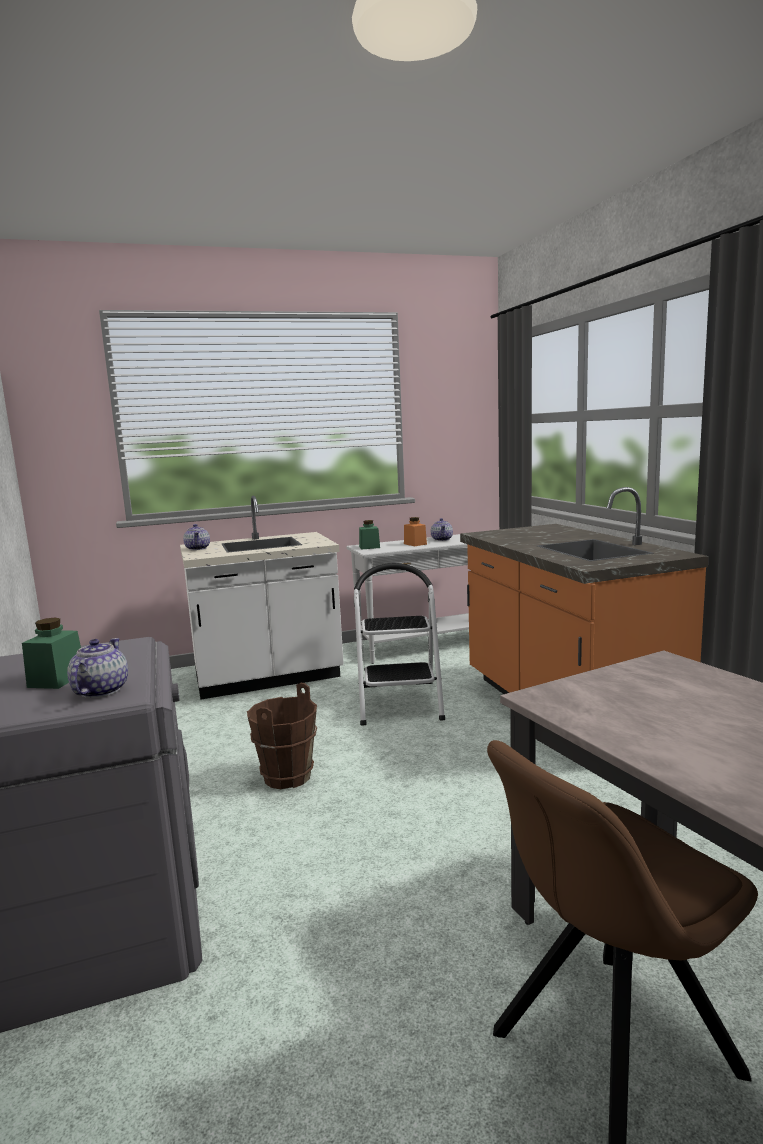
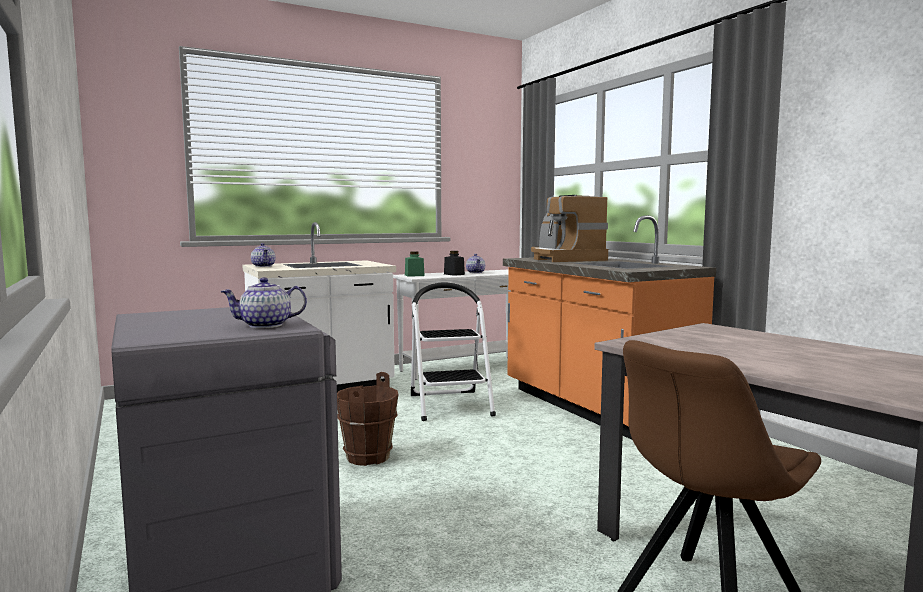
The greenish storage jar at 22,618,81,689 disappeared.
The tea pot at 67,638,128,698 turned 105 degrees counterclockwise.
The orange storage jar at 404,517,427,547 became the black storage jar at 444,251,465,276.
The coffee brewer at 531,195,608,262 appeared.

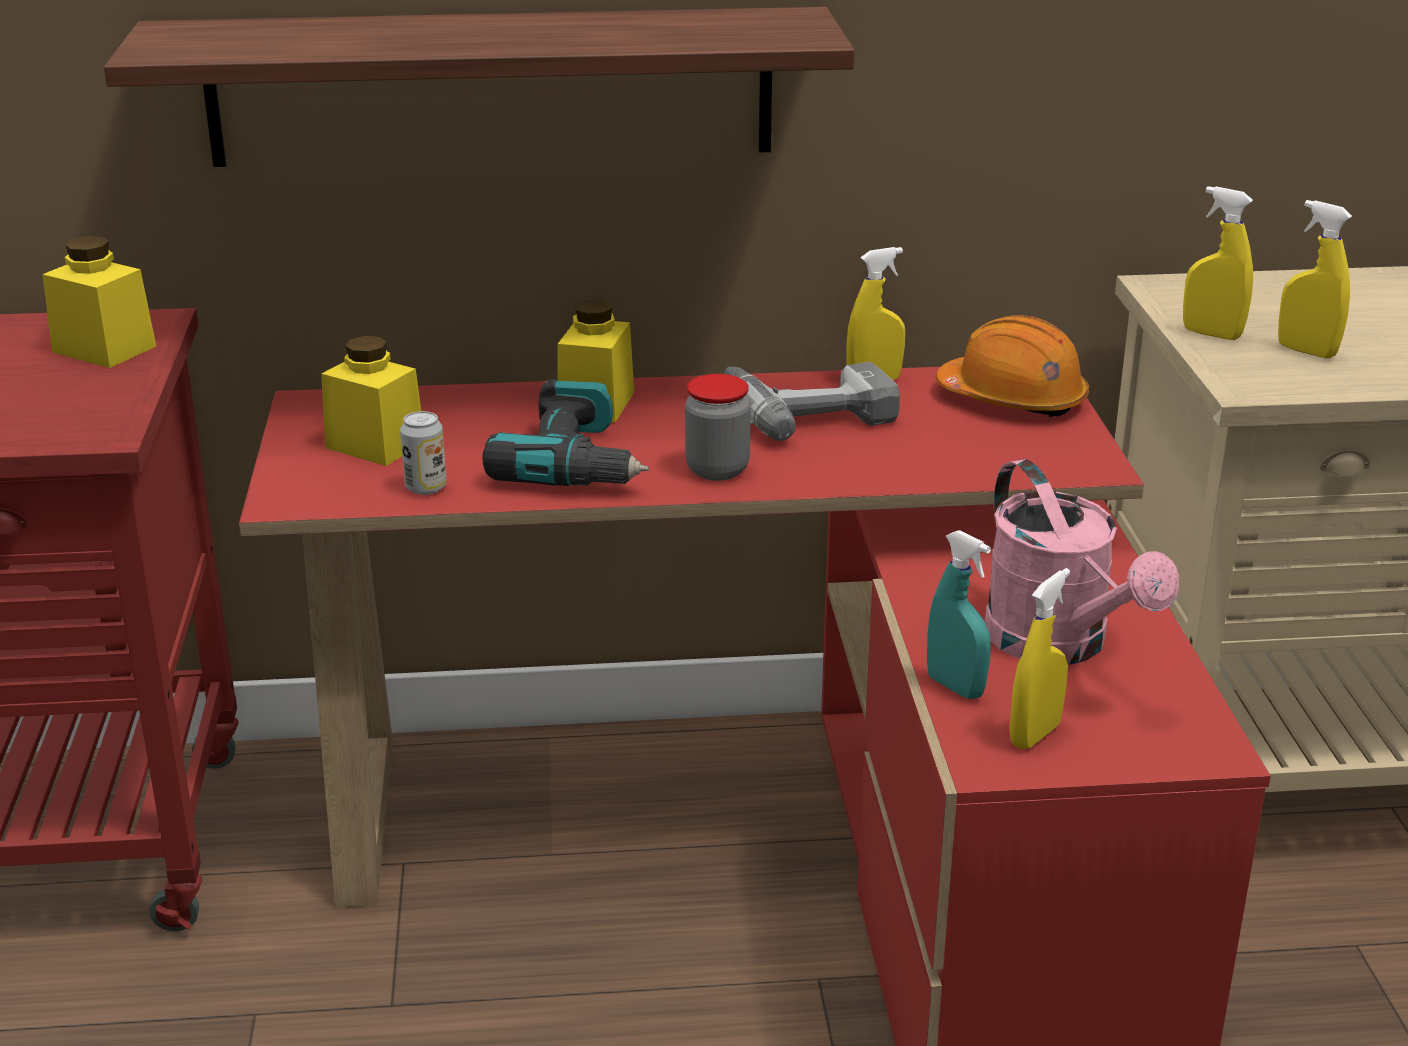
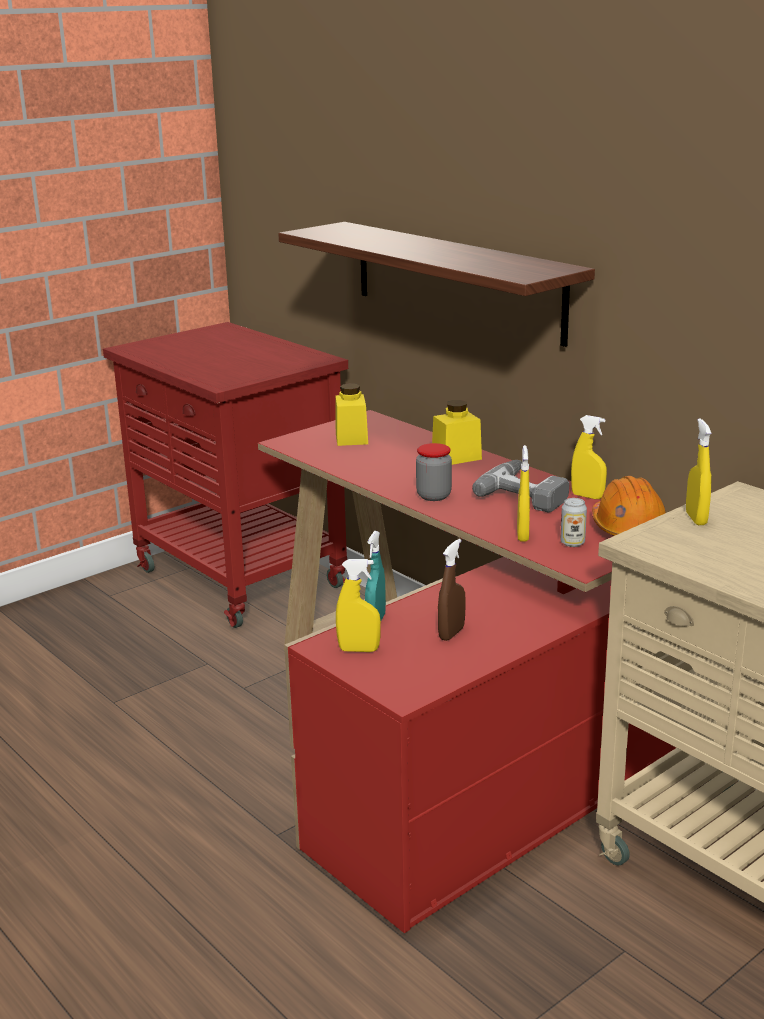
The yellow storage jar at 42,236,156,368 disappeared.
The sealed can moved from 400,411,446,495 to 561,498,587,547.
The power drill at 482,379,649,486 disappeared.
The pink-coloured watering can at 984,459,1179,665 was replaced by the brown-coloured sprayer at 438,539,466,641.
The yellow sprayer moved from 1278,200,1352,359 to 517,445,530,541.

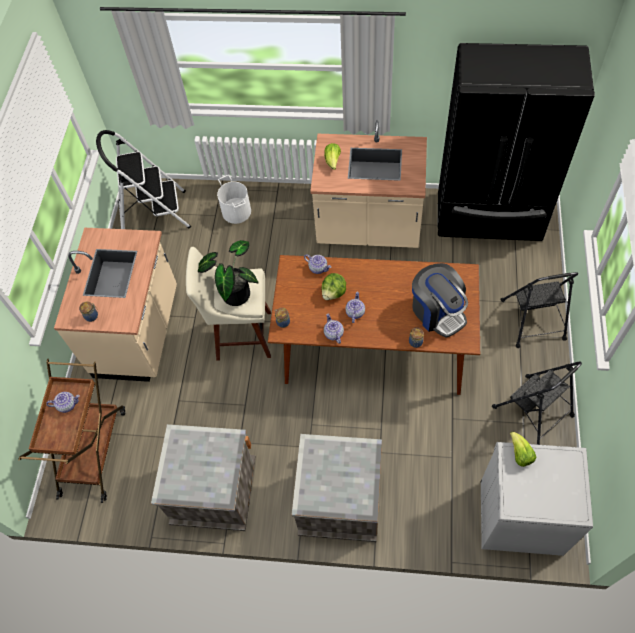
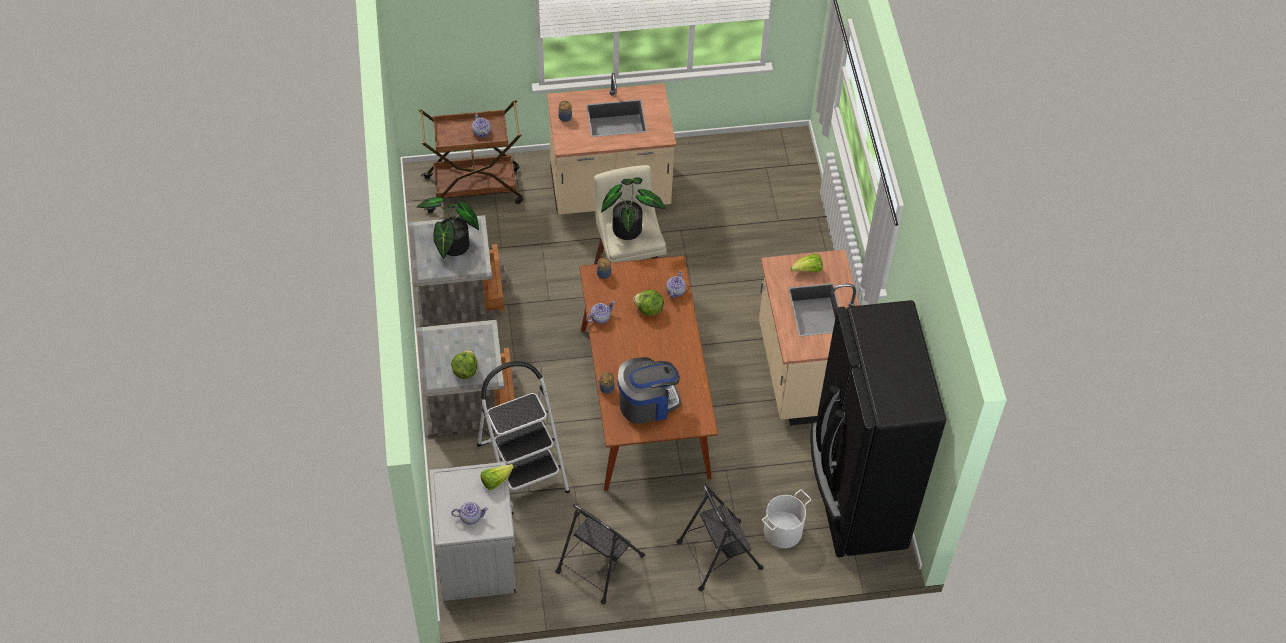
The step ladder moved from 96,130,191,229 to 477,361,570,515.
The white-coloured bucket moved from 217,175,251,224 to 762,490,811,548.
The tea pot moved from 345,292,365,323 to 451,502,489,525.
The coffee brewer at 412,263,468,338 turned 150 degrees counterclockwise.
The potted plant at 417,197,479,259 appeared.
The lettuce at 451,350,478,379 appeared.

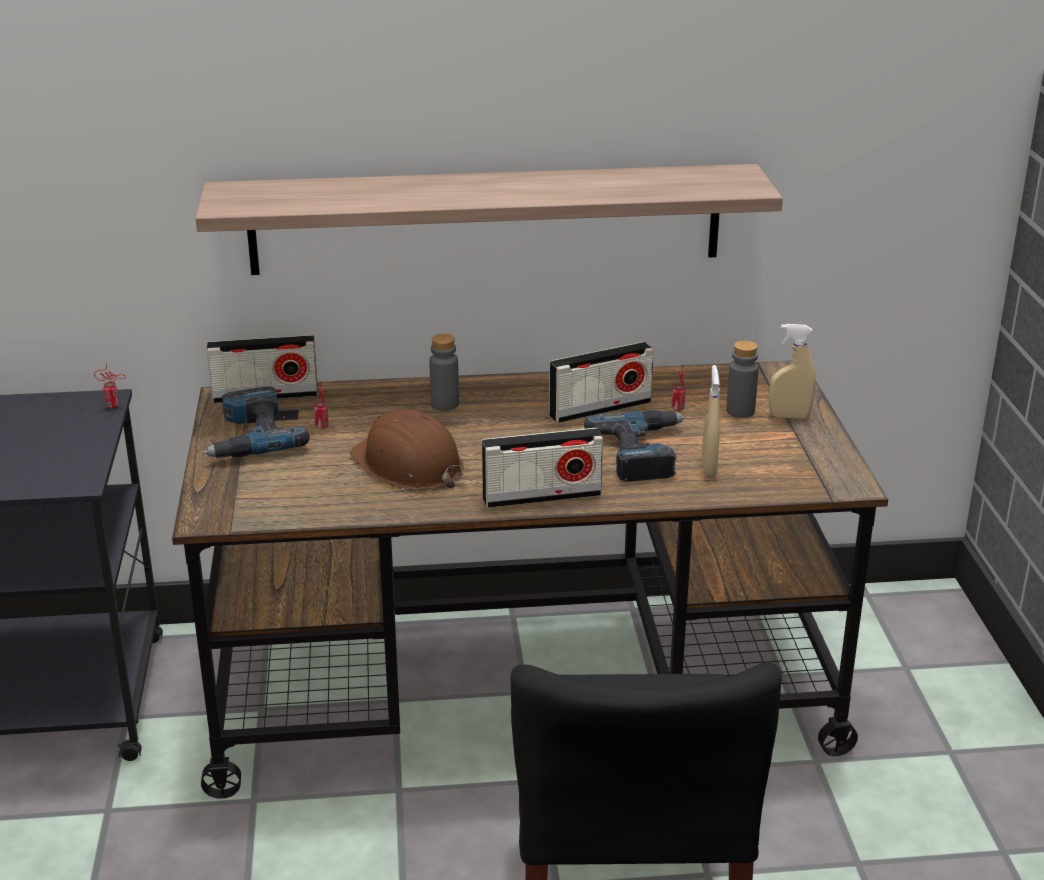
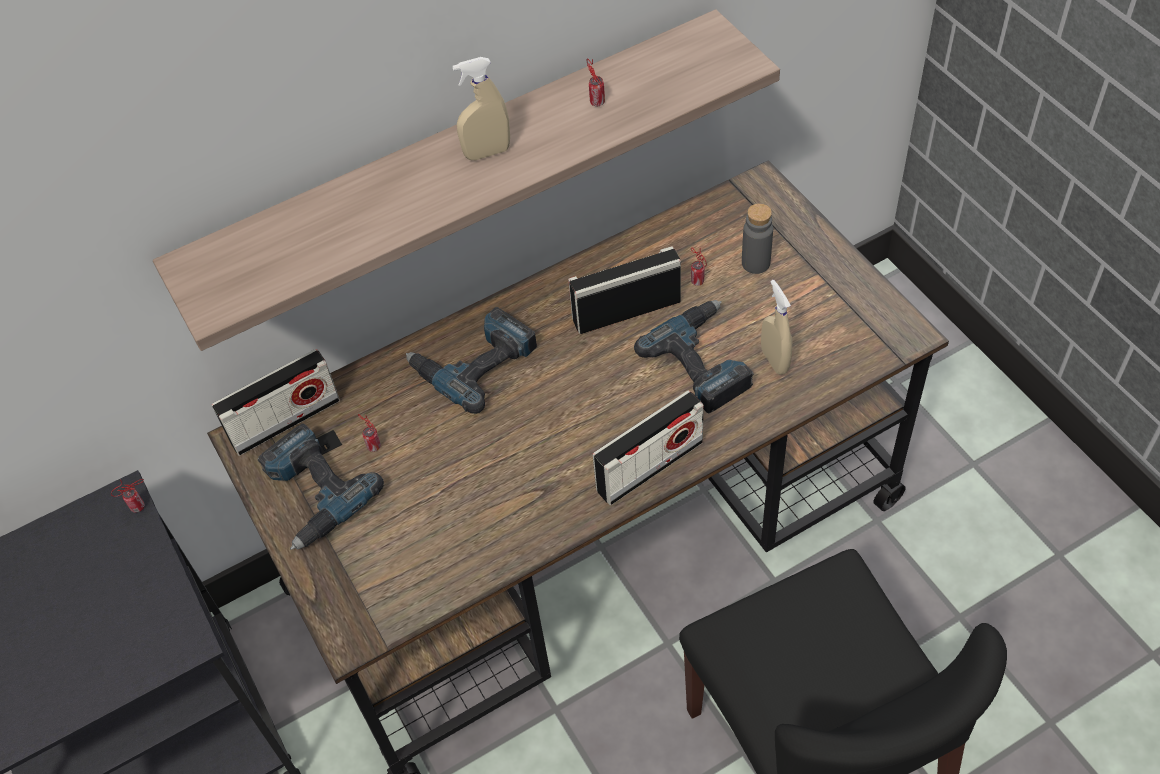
The brown-coloured hard hat at 350,410,464,490 disappeared.
The gray bottle at 429,334,459,411 was replaced by the power drill at 406,307,537,414.
The radio set at 549,342,654,423 turned 150 degrees counterclockwise.
The sand-coloured sprayer moved from 769,324,816,418 to 452,57,510,160.
The sealed can at 587,59,605,106 appeared.

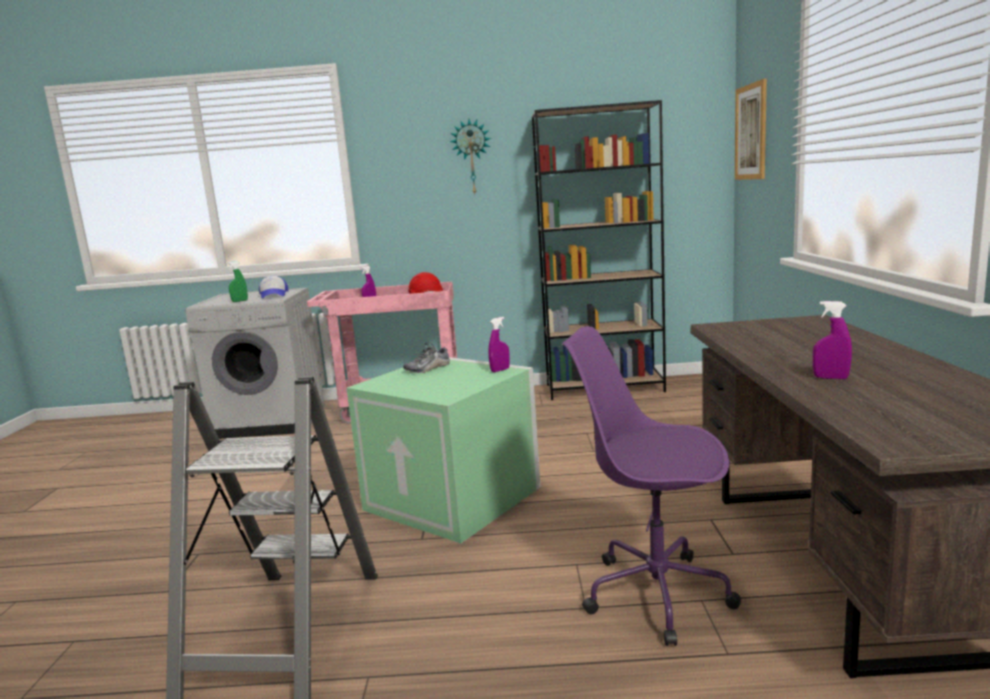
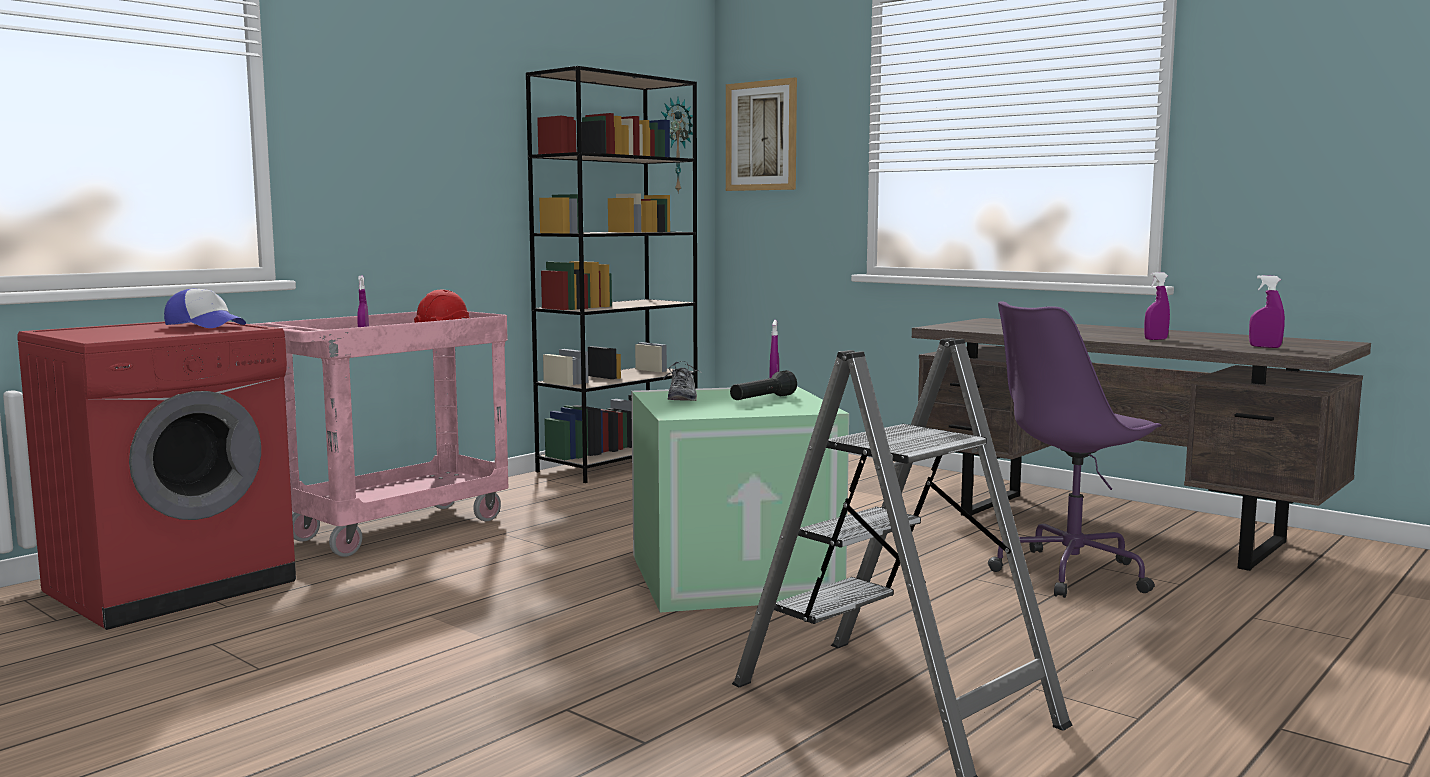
The white-coloured laundry machine at 185,288,325,439 became the red-coloured laundry machine at 17,321,296,630.
The greenish sprayer at 227,261,248,302 disappeared.
The wall clock moved from 450,119,491,194 to 661,97,693,194.
The black torch at 730,370,797,400 appeared.
The purple-coloured sprayer at 1249,275,1285,348 appeared.

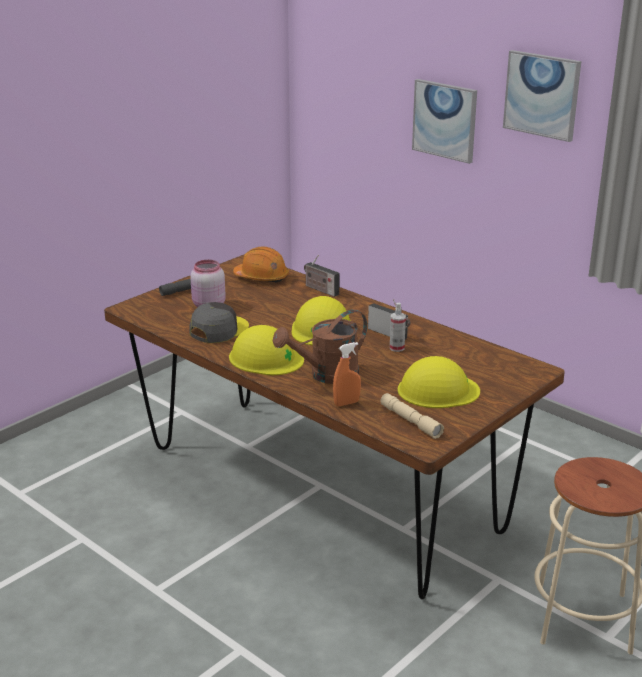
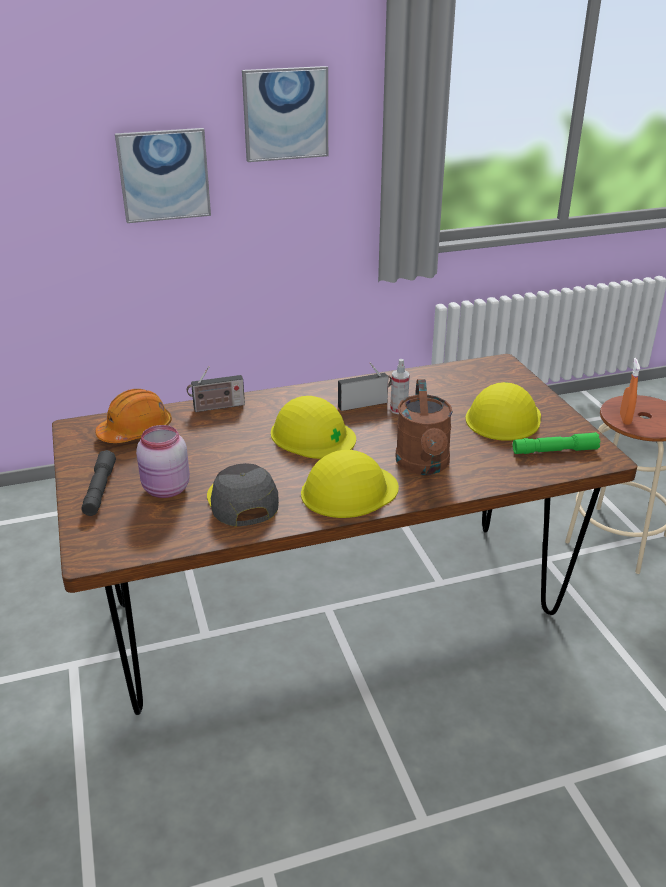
The orange sprayer moved from 333,342,361,406 to 620,358,640,425.
The sand-coloured torch at 380,393,444,439 became the greenish torch at 513,432,600,454.

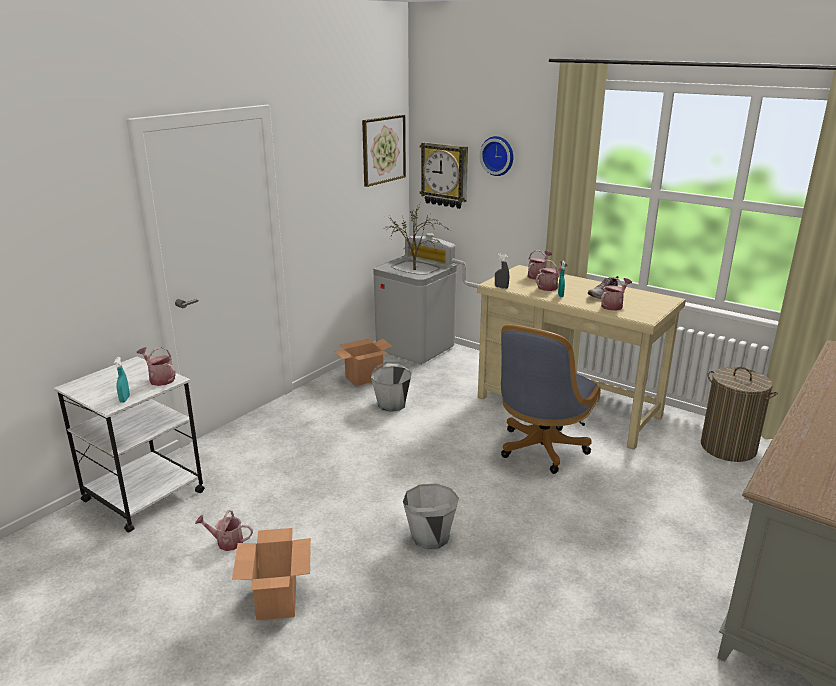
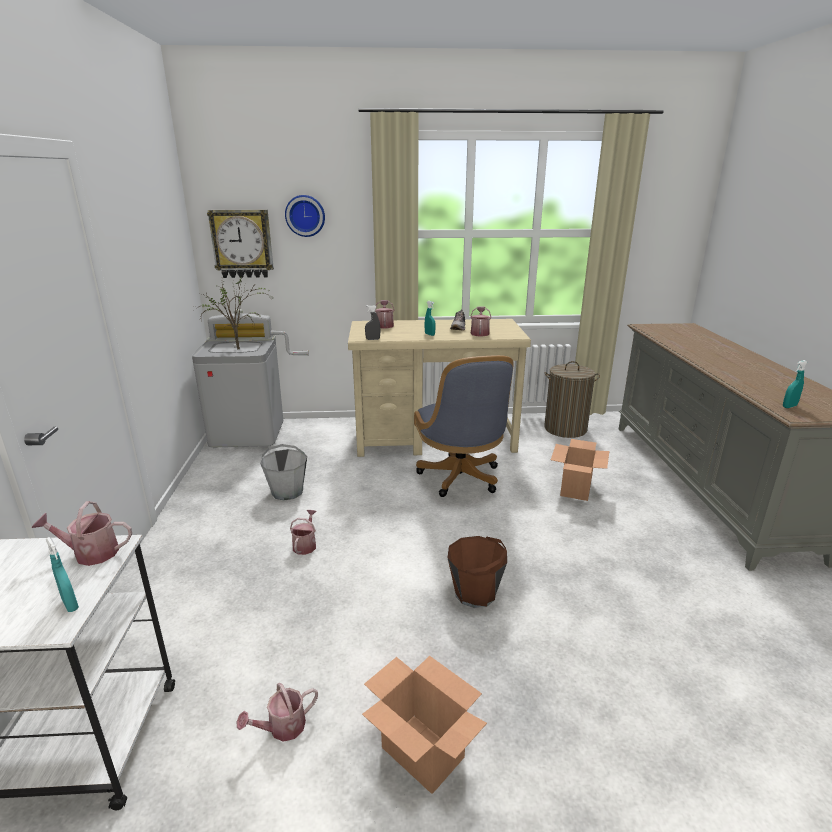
The packing box moved from 334,339,392,386 to 551,439,609,501.
The wall art at 362,115,406,187 disappeared.
The gray bucket at 403,484,459,549 became the brown-coloured bucket at 447,536,507,608.
The watering can moved from 536,260,568,291 to 290,510,317,555.
The turquoise-coloured sprayer at 783,360,808,408 appeared.

